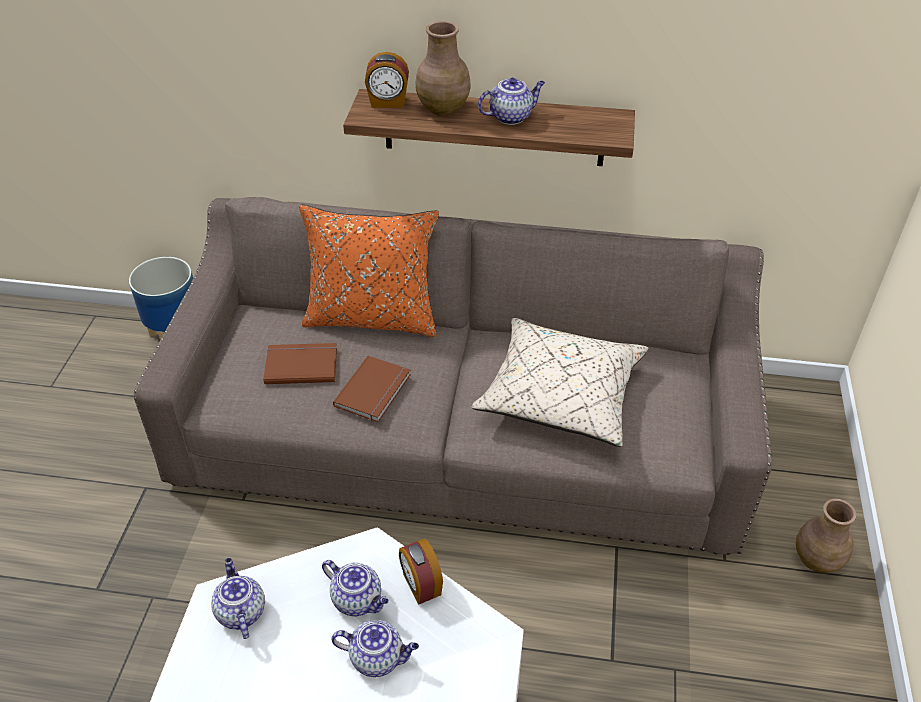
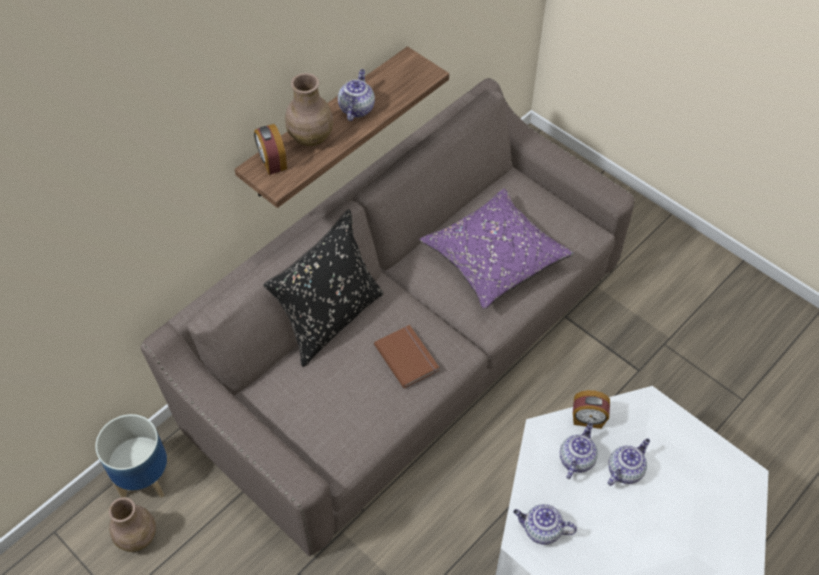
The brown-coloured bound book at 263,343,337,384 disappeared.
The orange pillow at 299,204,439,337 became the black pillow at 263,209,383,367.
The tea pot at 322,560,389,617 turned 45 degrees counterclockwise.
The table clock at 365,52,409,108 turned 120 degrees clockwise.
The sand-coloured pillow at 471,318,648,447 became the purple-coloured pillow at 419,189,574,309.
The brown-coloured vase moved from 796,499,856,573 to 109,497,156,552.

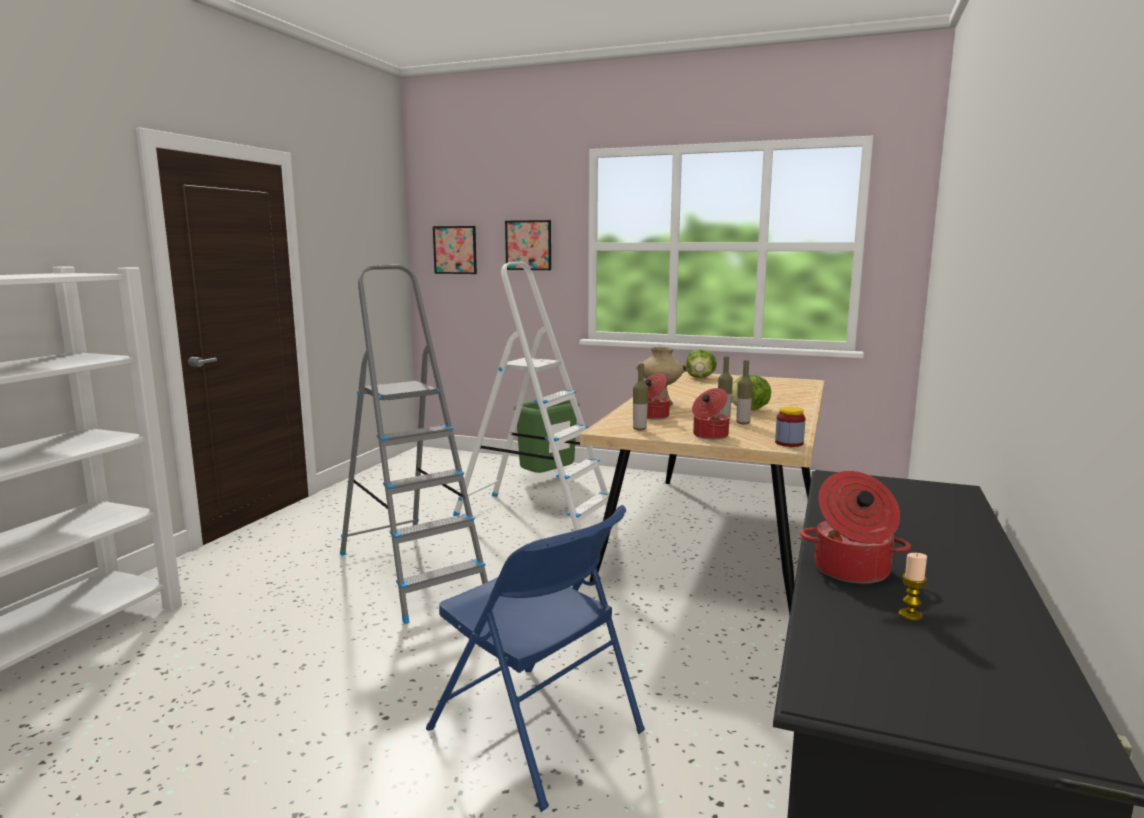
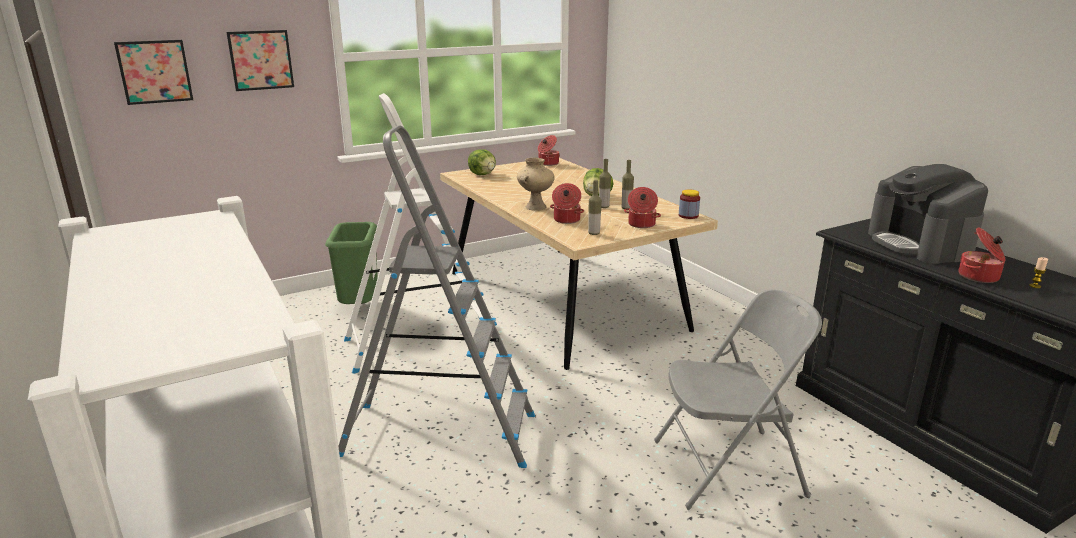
The blue plain chair at 426,505,645,812 became the gray plain chair at 654,290,822,510.
The saucepot at 538,135,560,166 appeared.
The coffee brewer at 868,164,988,264 appeared.

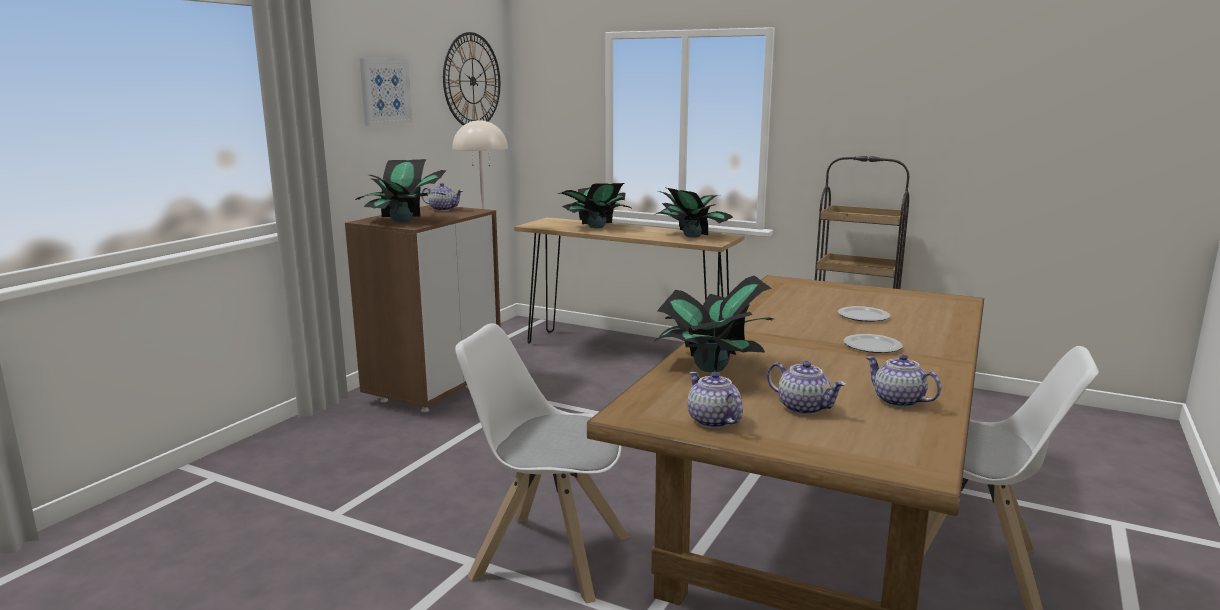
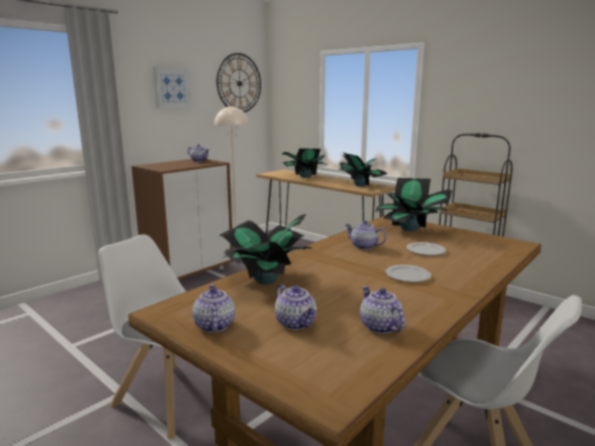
The potted plant moved from 355,159,447,222 to 375,178,452,231.
The tea pot at 345,221,387,250 appeared.

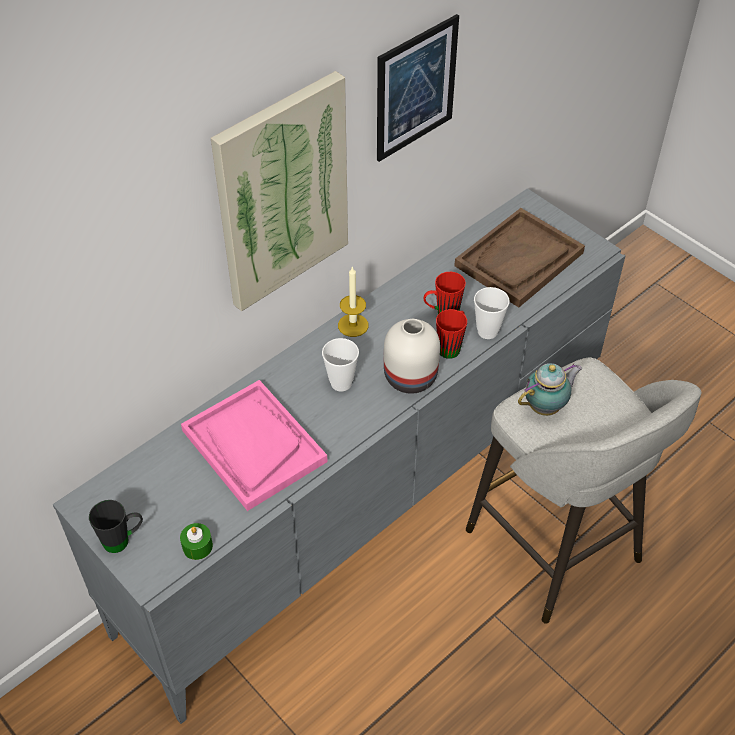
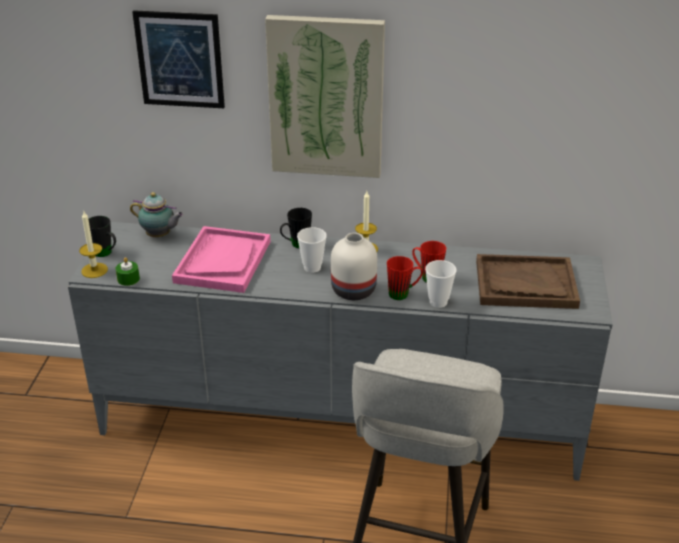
The wall art moved from 377,14,459,162 to 132,10,225,108.
The tea pot moved from 518,363,582,416 to 130,192,184,237.
The wax candle at 79,212,108,278 appeared.
The black coffee mug at 280,208,312,248 appeared.

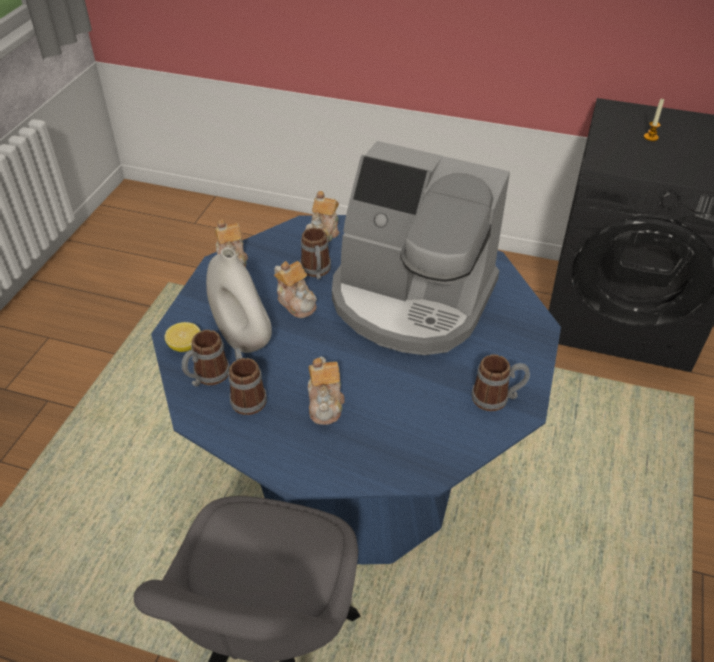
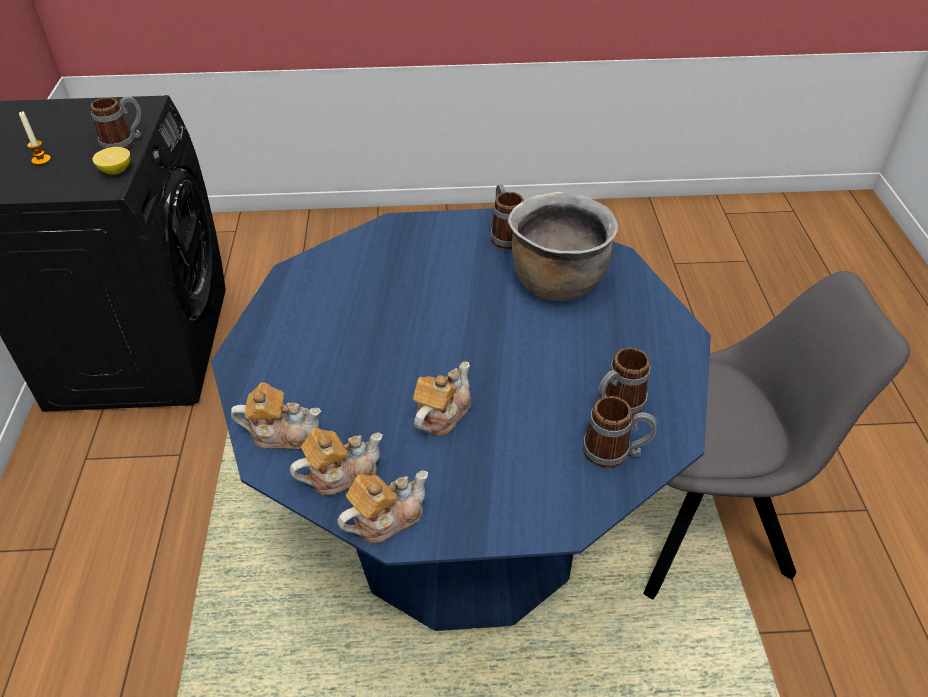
The lemon moved from 165,322,201,352 to 92,147,130,175.
The white-coloured vase at 206,247,272,353 disappeared.
The coffee mug moved from 300,228,331,279 to 90,96,141,149.
The tea pot moved from 308,356,345,425 to 290,428,383,496.
The coffee brewer at 332,141,510,355 disappeared.
The brown-coloured saucepot at 508,192,618,301 appeared.

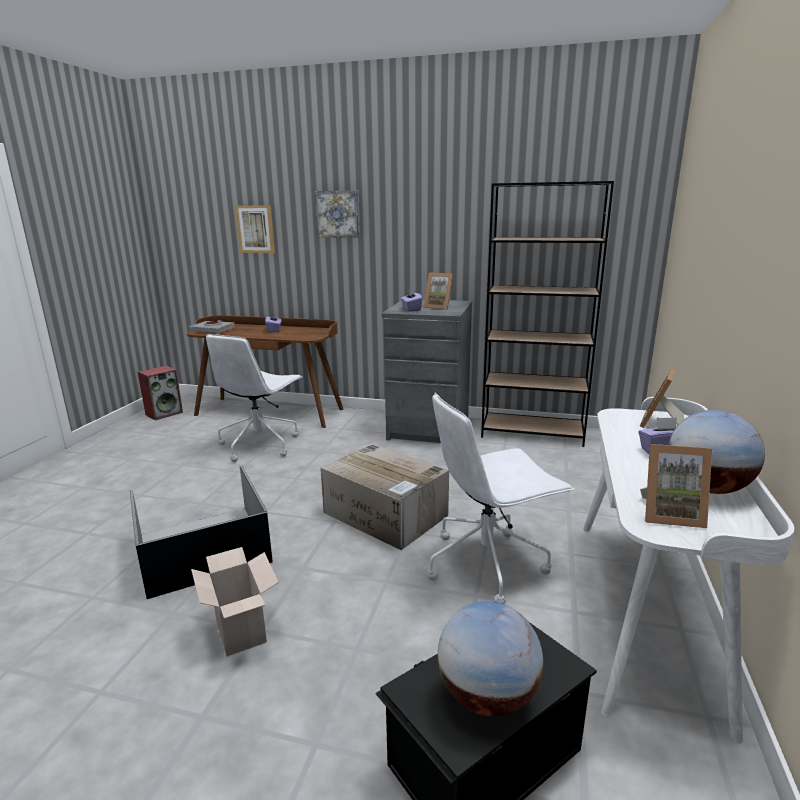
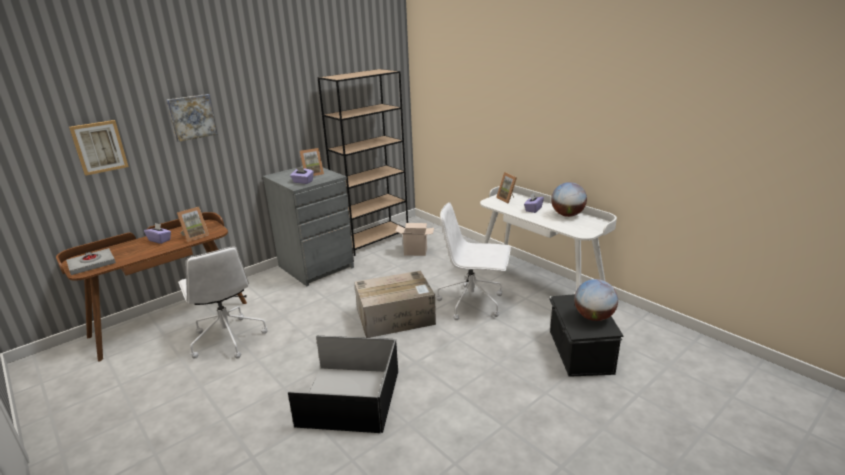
The audio speaker at 138,366,183,420 disappeared.
The packing box moved from 191,547,279,657 to 396,223,434,256.
The white-coloured office chair at 428,392,574,604 turned 90 degrees clockwise.
The standing frame moved from 640,444,712,528 to 177,207,209,242.

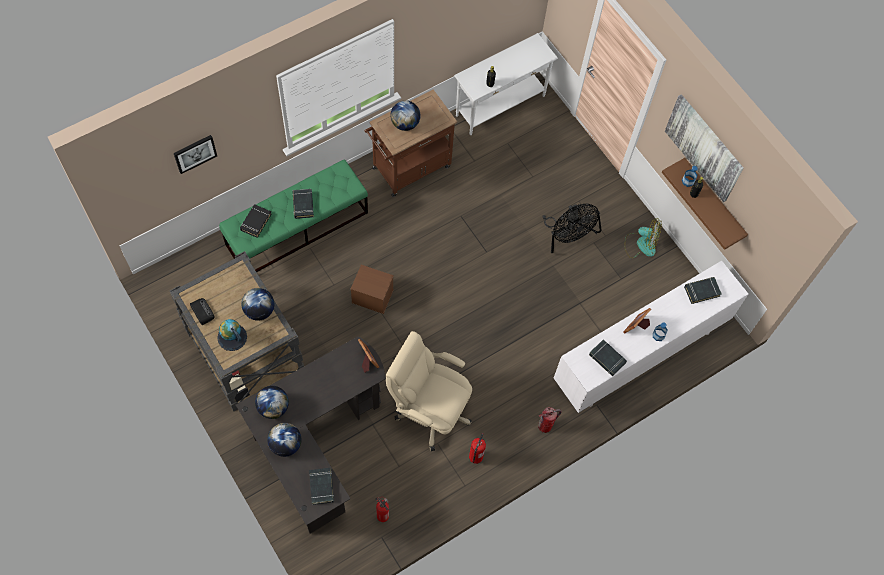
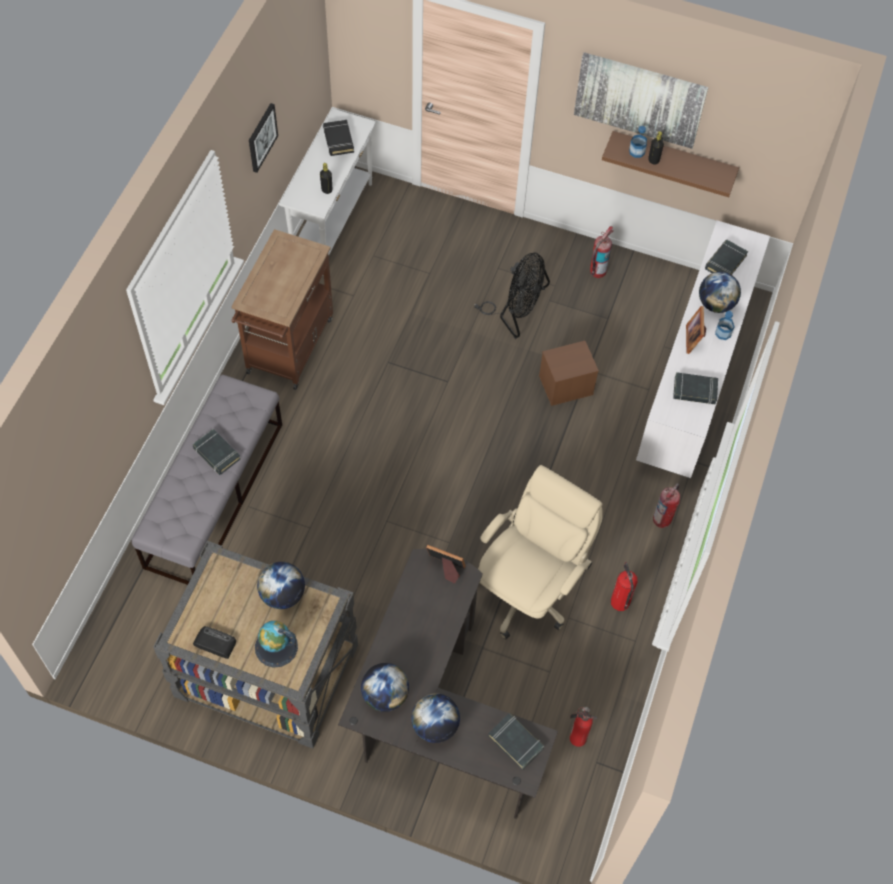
The wall art moved from 174,135,217,174 to 249,103,278,173.
The greenish long seat at 219,159,368,272 became the gray long seat at 132,375,282,585.
The black bound book moved from 240,204,272,238 to 323,120,354,156.
The brown-coloured storage bin moved from 351,265,394,314 to 539,341,599,406.
The sand-coloured office chair at 386,331,472,451 turned 135 degrees clockwise.
The desk globe moved from 390,100,420,131 to 699,272,741,313.
The fan at 624,218,662,258 was replaced by the fire extinguisher at 590,226,613,278.

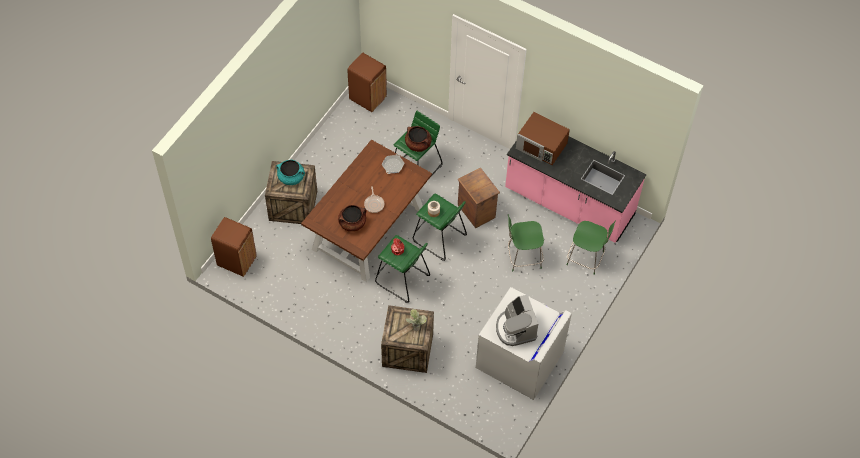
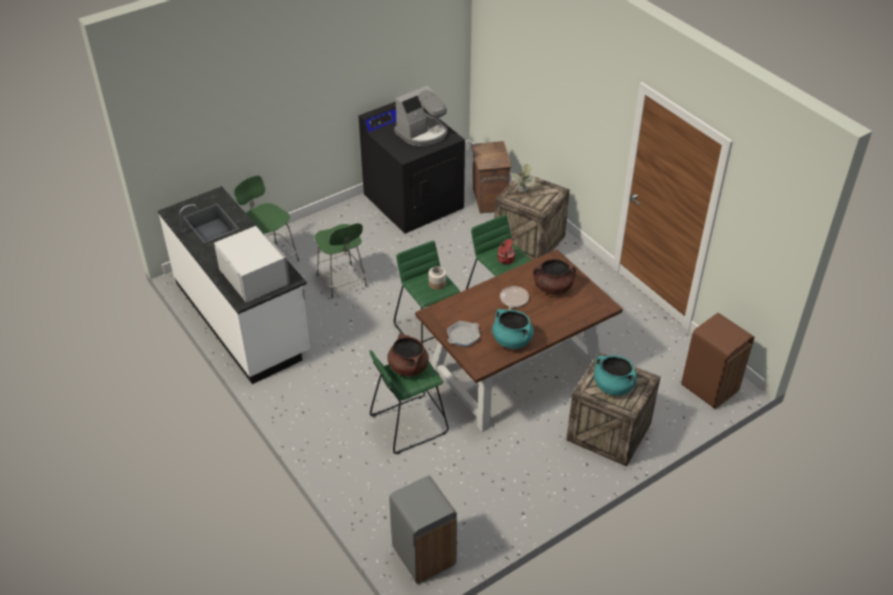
The brown-coloured trash can at 348,53,387,112 became the gray trash can at 389,476,457,584.
The crate moved from 457,168,500,228 to 471,141,512,213.
The white-coloured laundry machine at 476,287,572,400 became the black laundry machine at 358,102,465,234.
The coffee brewer at 496,295,538,346 turned 45 degrees clockwise.
The pink-coloured counter at 505,137,647,243 became the white-coloured counter at 158,186,310,384.
The greenish plain chair at 508,214,544,272 turned 45 degrees clockwise.
The brown-coloured microwave oven at 516,112,570,165 became the white-coloured microwave oven at 214,226,290,303.
The turquoise-coloured saucepot at 492,309,534,349 appeared.

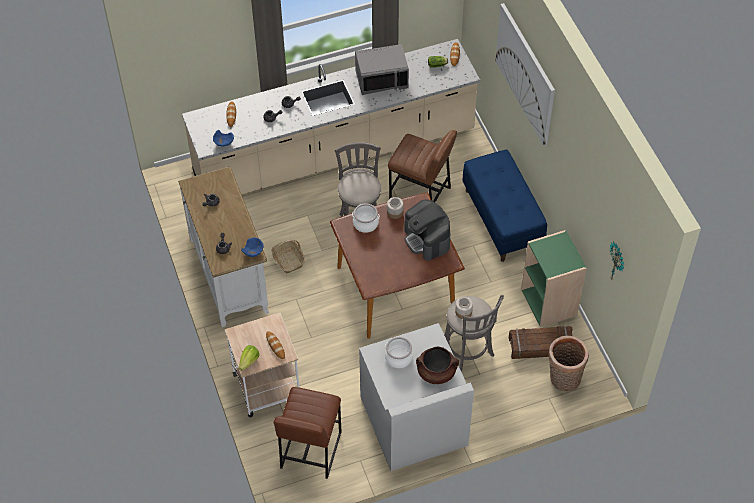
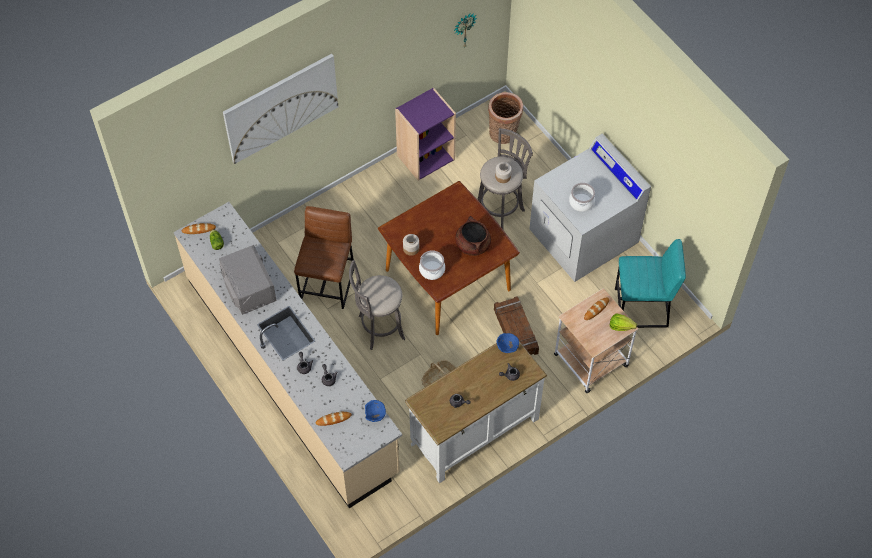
The brown-coloured plain chair at 274,387,341,479 became the turquoise-coloured plain chair at 615,239,686,328.
The coffee brewer at 404,199,450,261 disappeared.
The brown-coloured saucepot moved from 416,347,459,384 to 455,216,491,256.
The blue long seat at 462,149,547,262 disappeared.
The crate moved from 509,326,573,359 to 494,296,539,355.
The greenish shelving unit at 521,230,587,327 became the purple-coloured shelving unit at 395,88,456,181.

